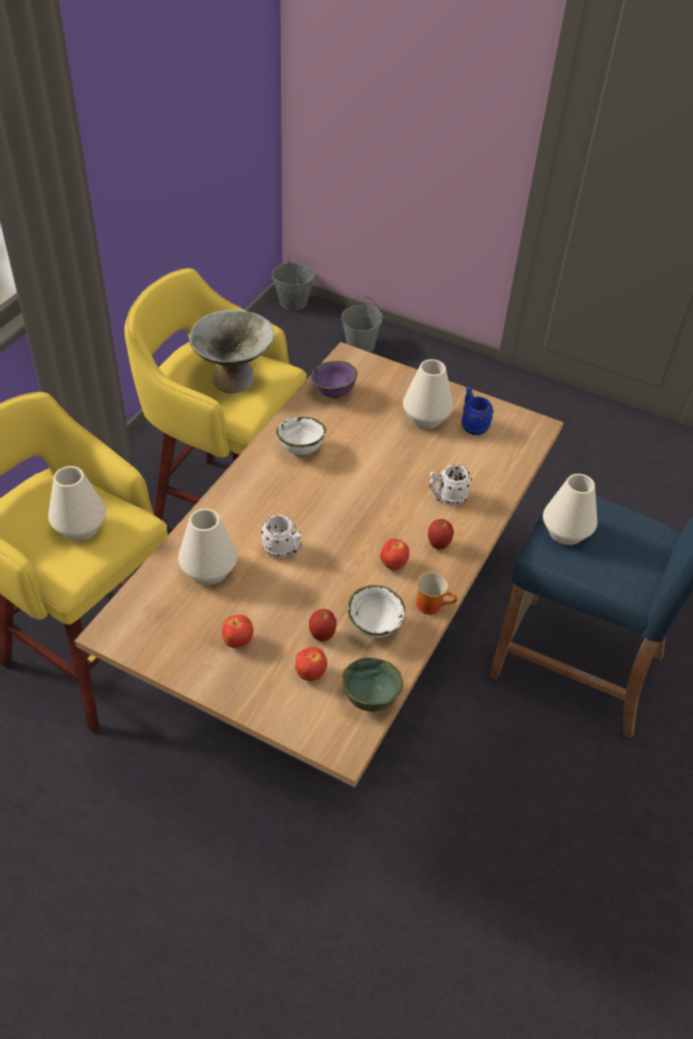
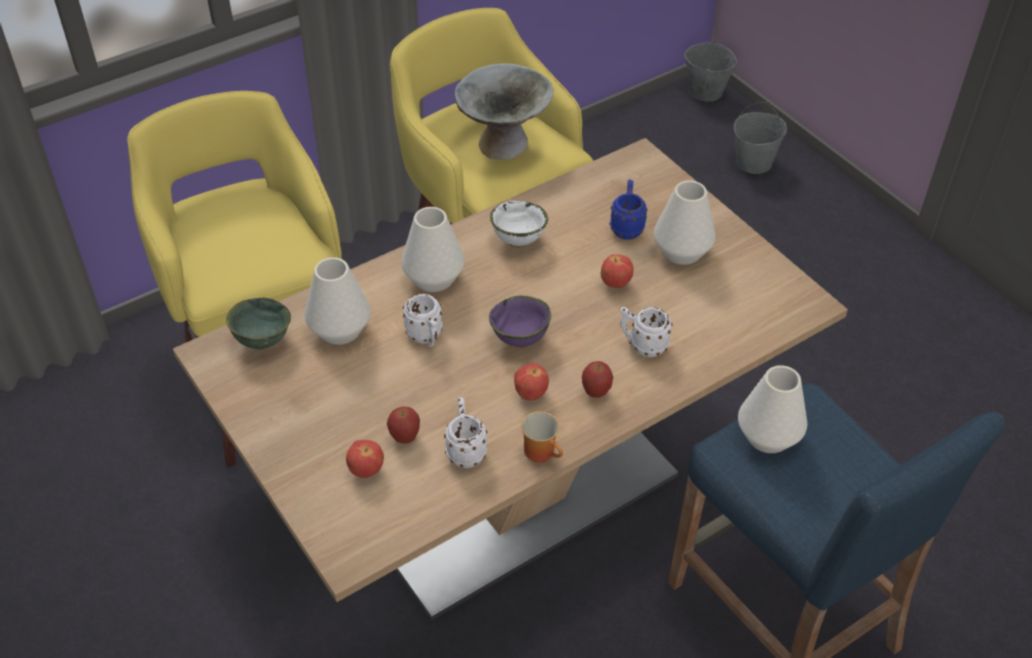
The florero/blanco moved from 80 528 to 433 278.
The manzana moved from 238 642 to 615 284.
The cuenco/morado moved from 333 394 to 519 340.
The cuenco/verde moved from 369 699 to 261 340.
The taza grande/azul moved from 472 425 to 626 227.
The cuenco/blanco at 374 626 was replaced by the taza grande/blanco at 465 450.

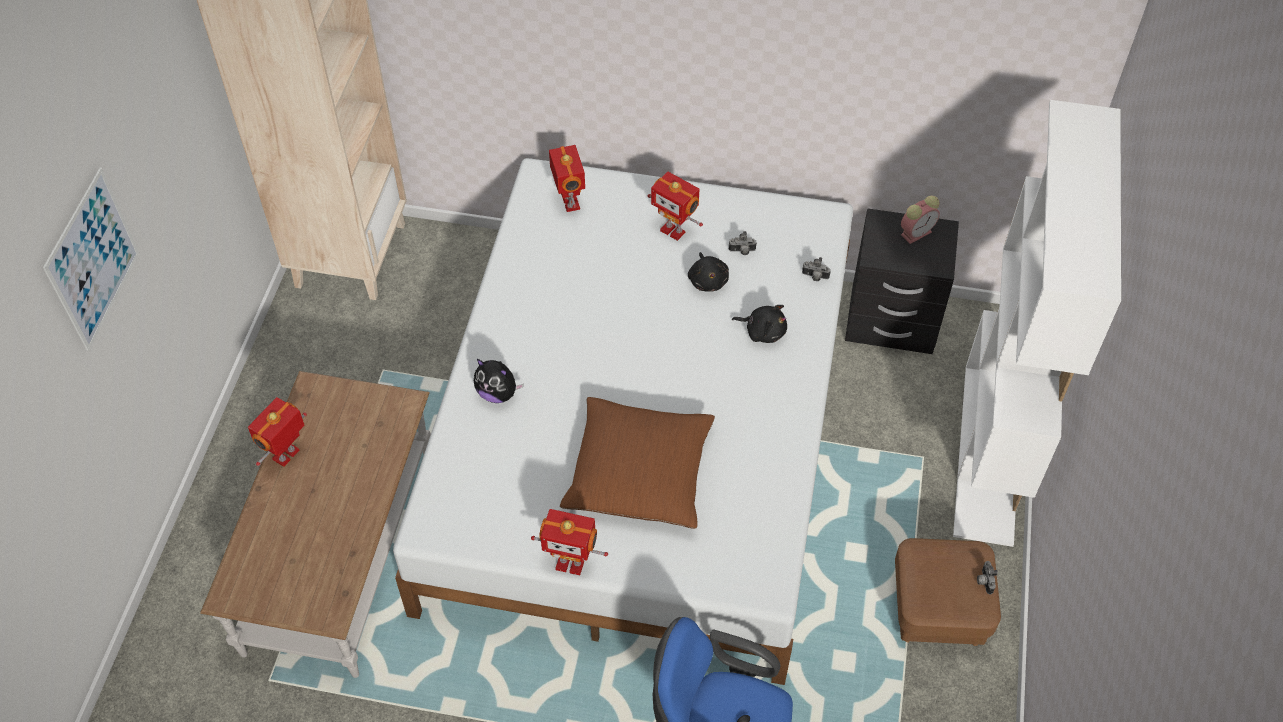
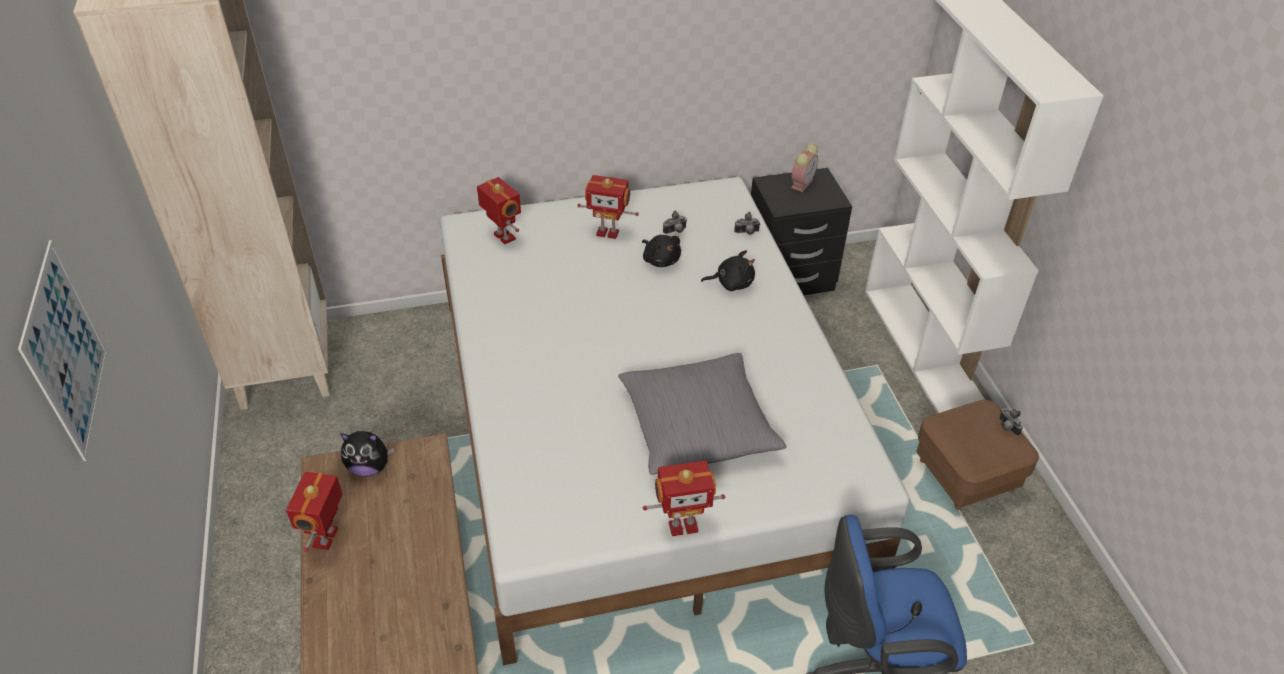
The peluche moved from 498 393 to 369 467.
The cojín/marrón at 639 473 became the cojín/gris at 697 425.

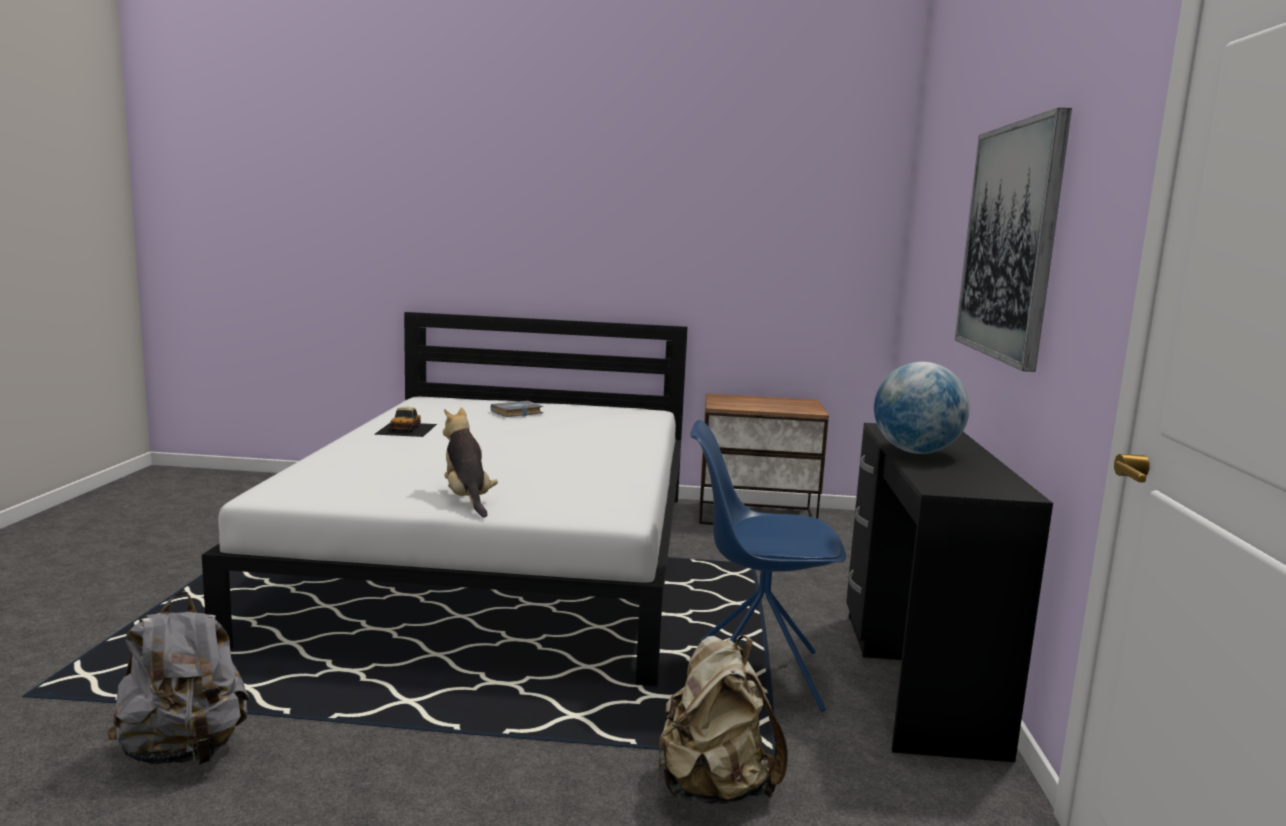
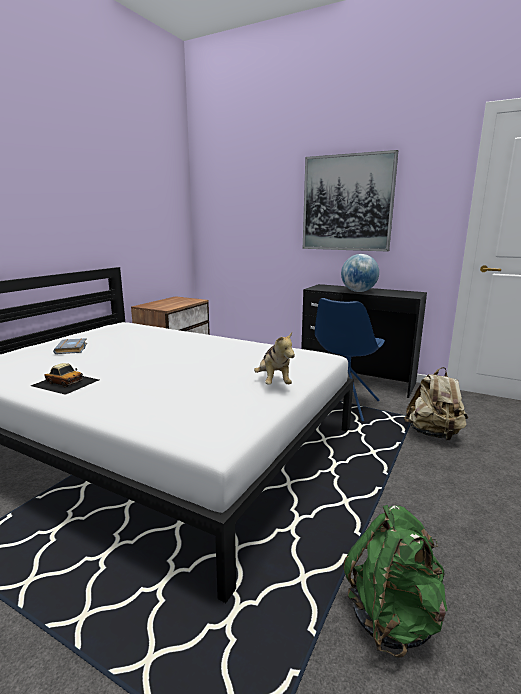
The mochila/gris at 185 751 became the mochila/verde at 393 616.
The peluche at 467 499 turned 105 degrees counterclockwise.

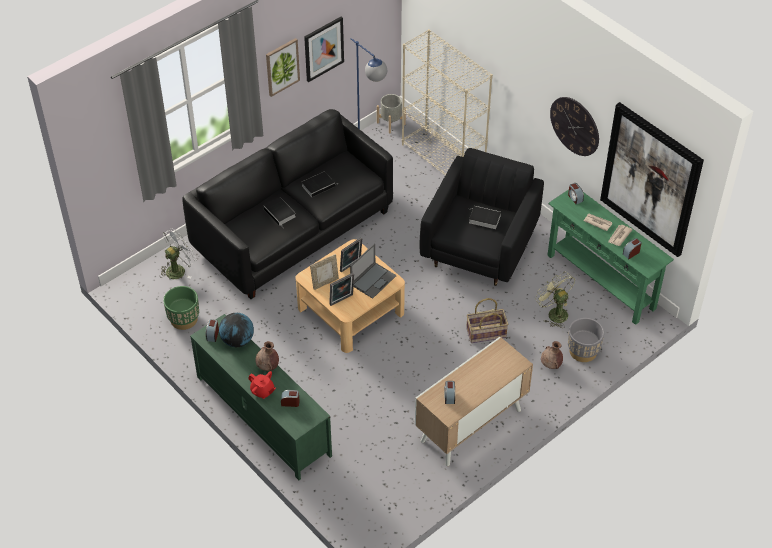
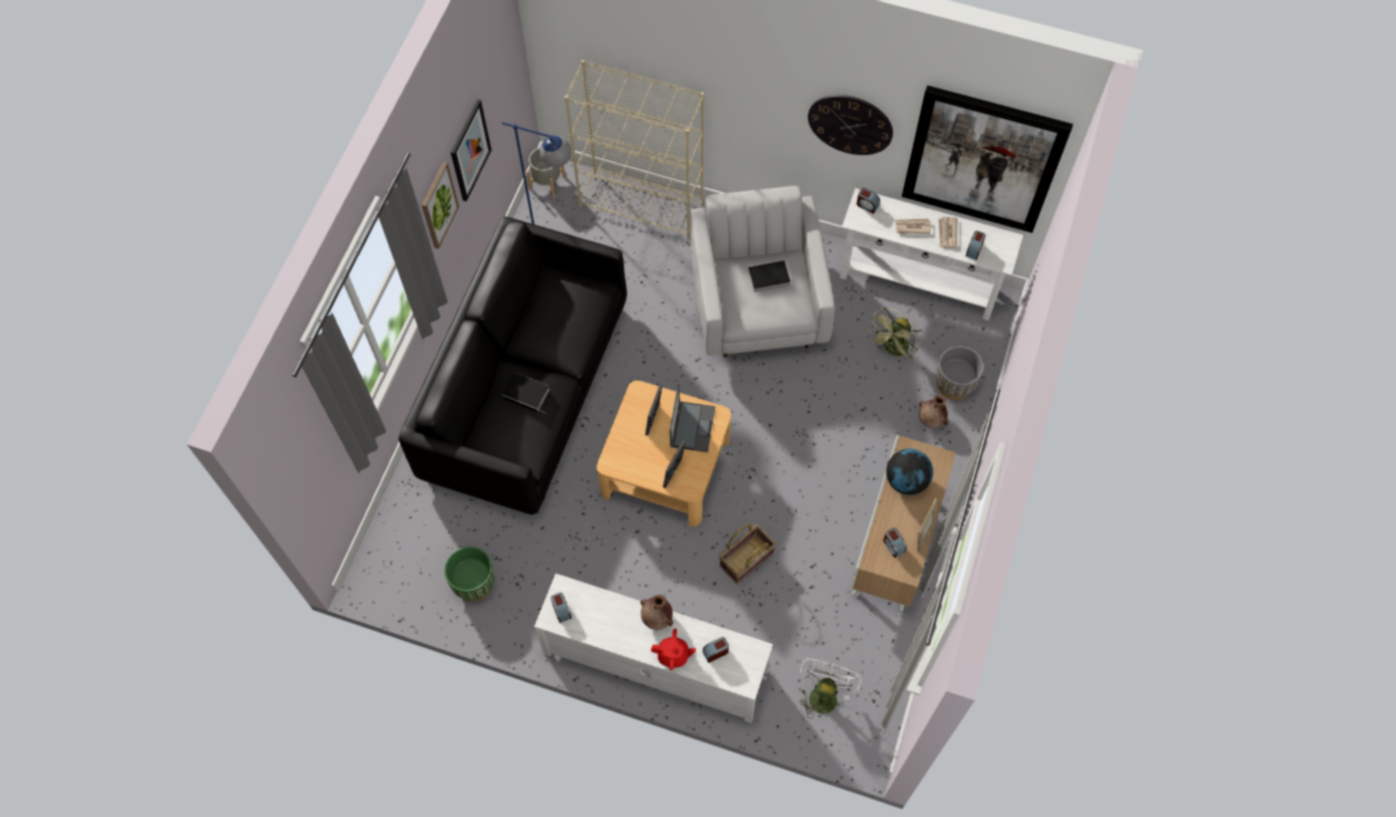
The libro at 319 185 disappeared.
The ventilador/blanco moved from 178 269 to 823 693.
The globo terráqueo moved from 237 340 to 906 480.
The portarretratos moved from 325 282 to 923 533.
The cesta moved from 486 333 to 747 560.
The mueble de televisión/verde at 262 415 became the mueble de televisión/blanco at 655 661.
The sillón/negro at 480 247 became the sillón/blanco at 758 304.
The mesa consola/verde at 601 281 became the mesa consola/blanco at 918 282.
The ventilador/verde at 554 313 turned 75 degrees counterclockwise.

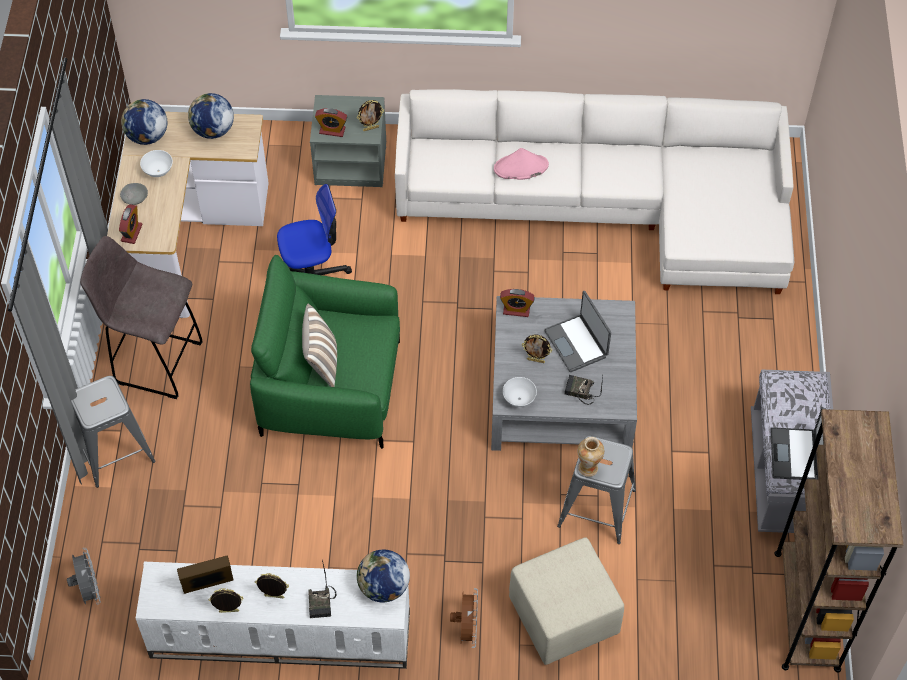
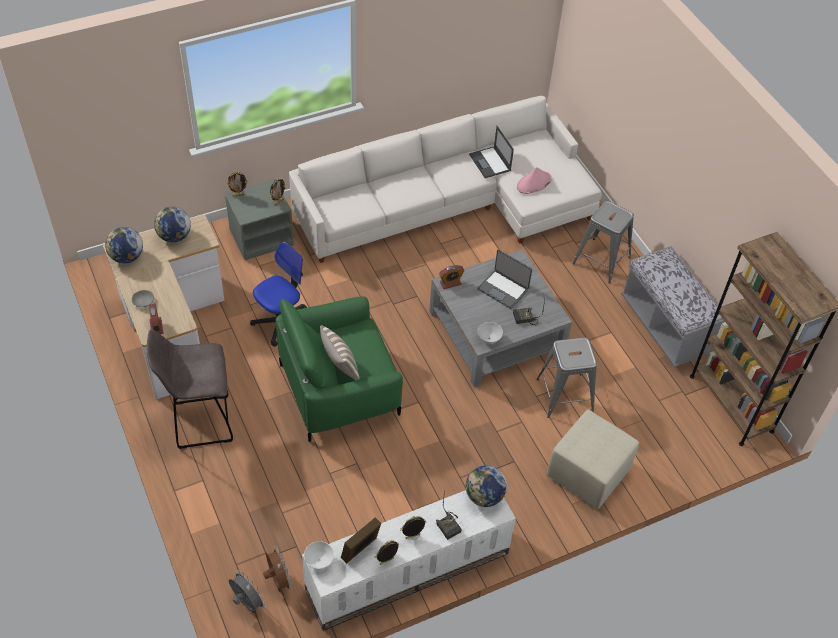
The despertador at 332 130 disappeared.
The florero at 588 468 disappeared.
The taburete/gris moved from 114 450 to 601 261.
The cuenco/blanco moved from 158 172 to 319 561.
The ventilador/marrón moved from 467 629 to 278 580.
The sombrero/rosa moved from 520 167 to 534 183.
The portarretratos moved from 536 360 to 238 195.
The portátil moved from 794 455 to 490 163.

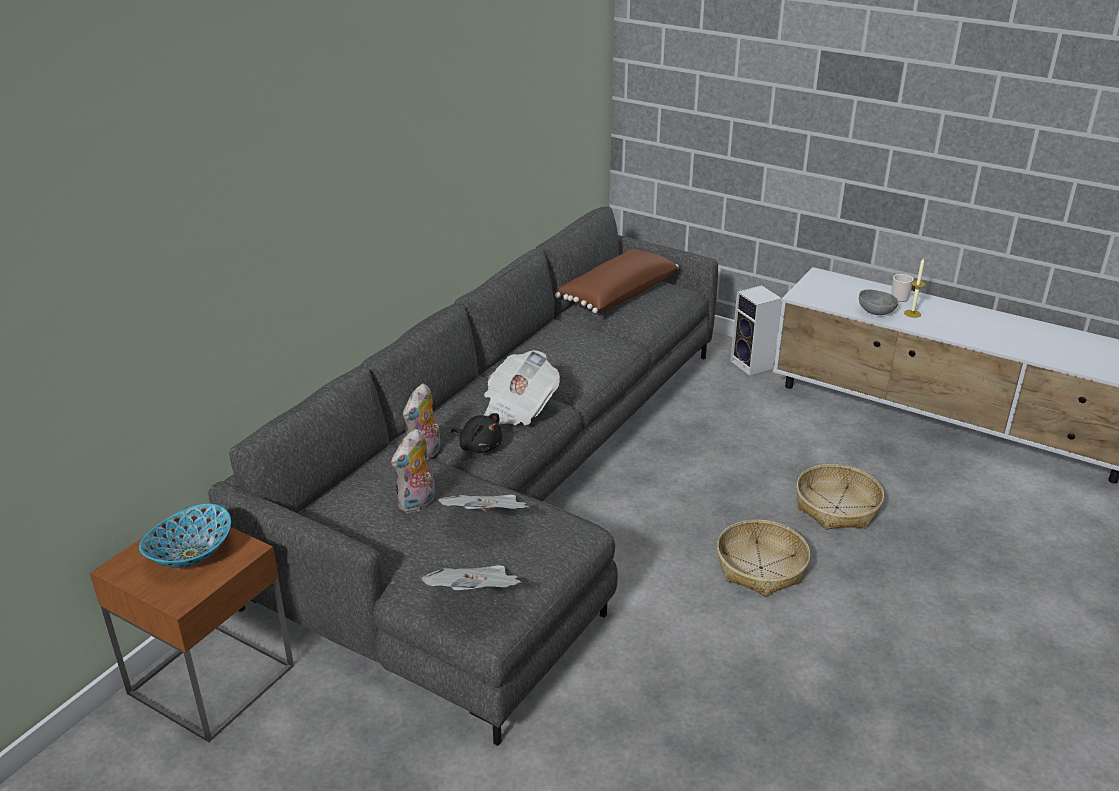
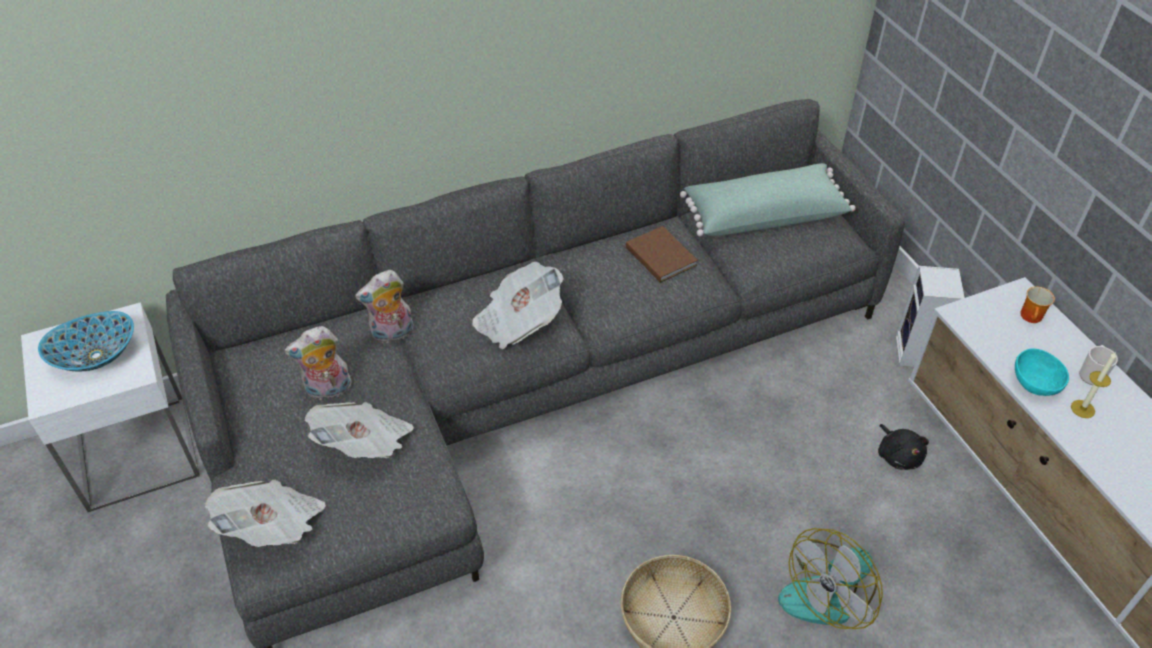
The libro/marrón at 660 255 appeared.
The taza grande at 1032 318 appeared.
The peluche/negro moved from 479 446 to 898 455.
The cesta at 837 507 was replaced by the ventilador at 829 592.
The mesa auxiliar/marrón at 211 679 became the mesa auxiliar/blanco at 137 452.
The cojín/marrón at 616 294 became the cojín/verde at 763 215.
The cuenco/gris at 876 311 became the cuenco/turquesa at 1036 383.

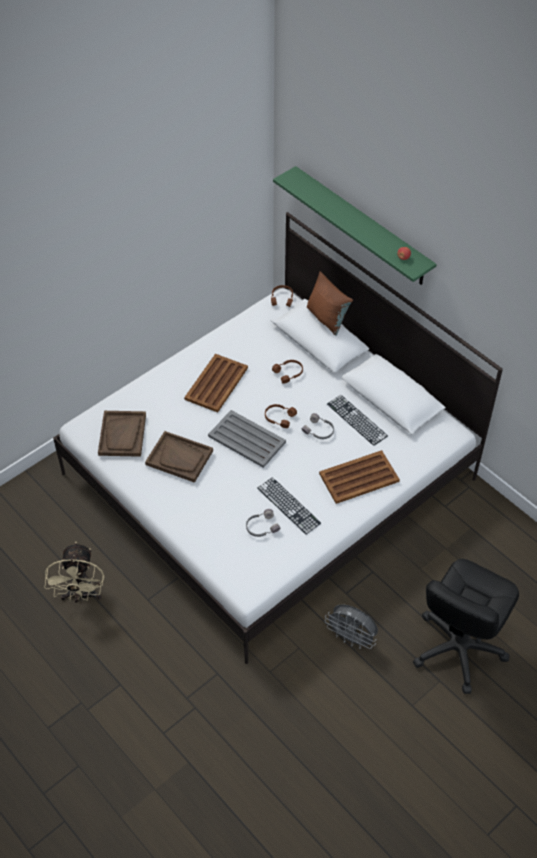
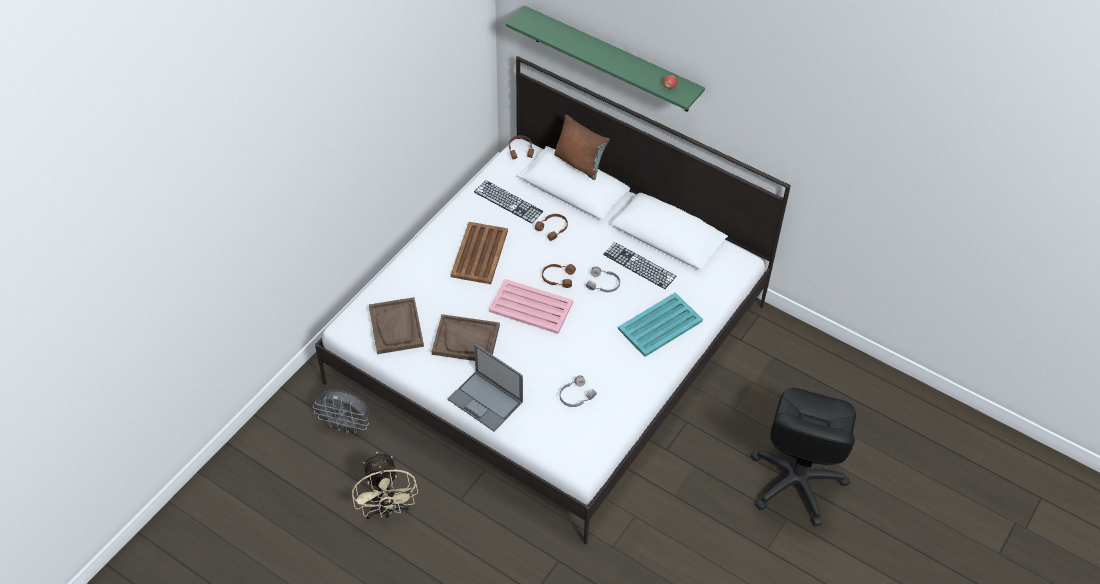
The portátil at 486 401 appeared.
The teclado moved from 288 505 to 508 202.
The ventilador/gris moved from 351 638 to 346 425.
The bandeja/gris at 247 440 became the bandeja/rosa at 531 307.
The bandeja/marrón at 359 477 became the bandeja/turquesa at 661 325.

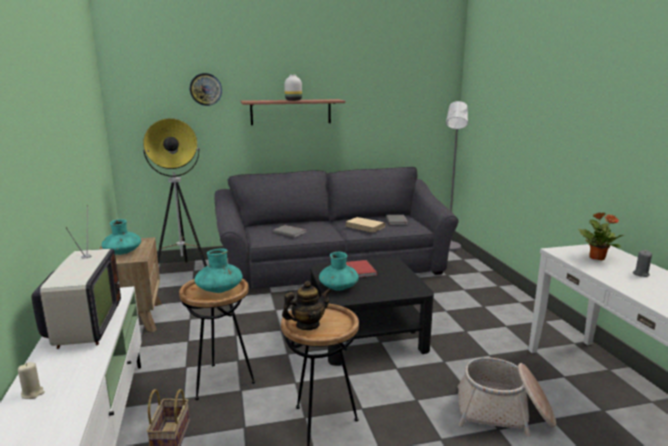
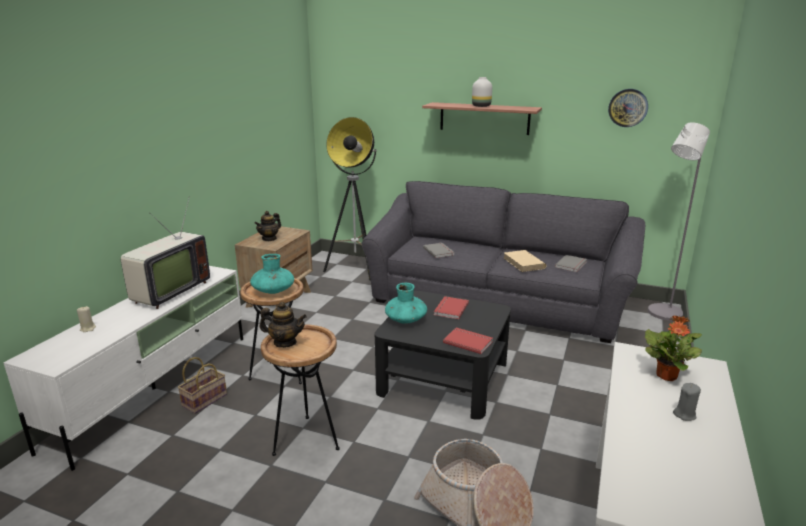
The libro/rojo at 468 341 appeared.
The reloj de pared moved from 206 89 to 628 108.
The florero/turquesa at 122 252 was replaced by the tetera at 269 238.

